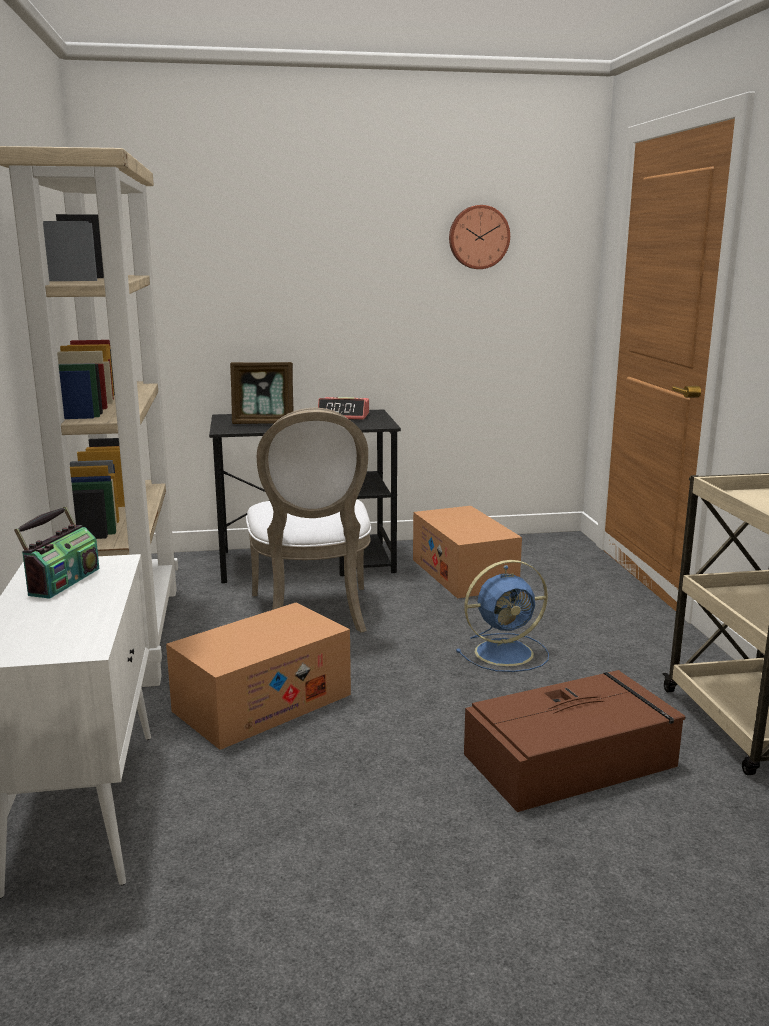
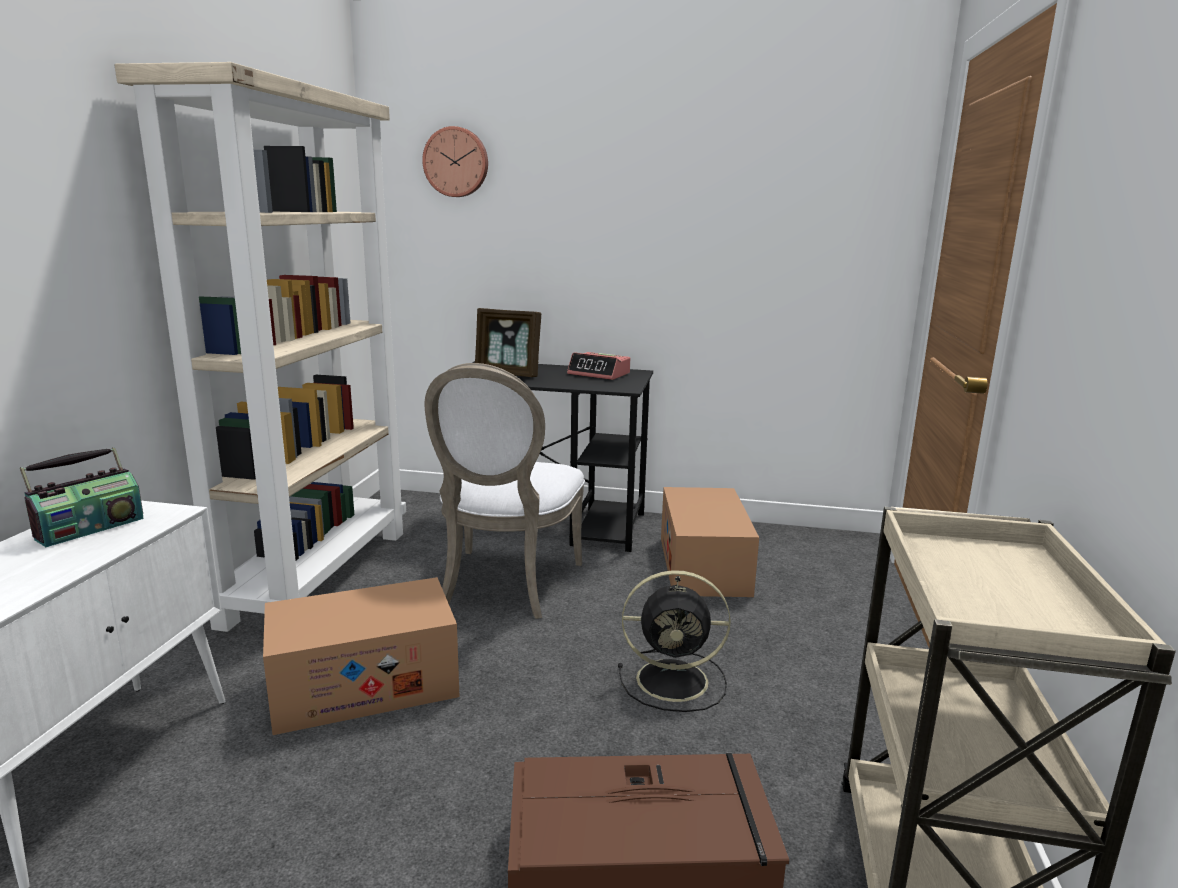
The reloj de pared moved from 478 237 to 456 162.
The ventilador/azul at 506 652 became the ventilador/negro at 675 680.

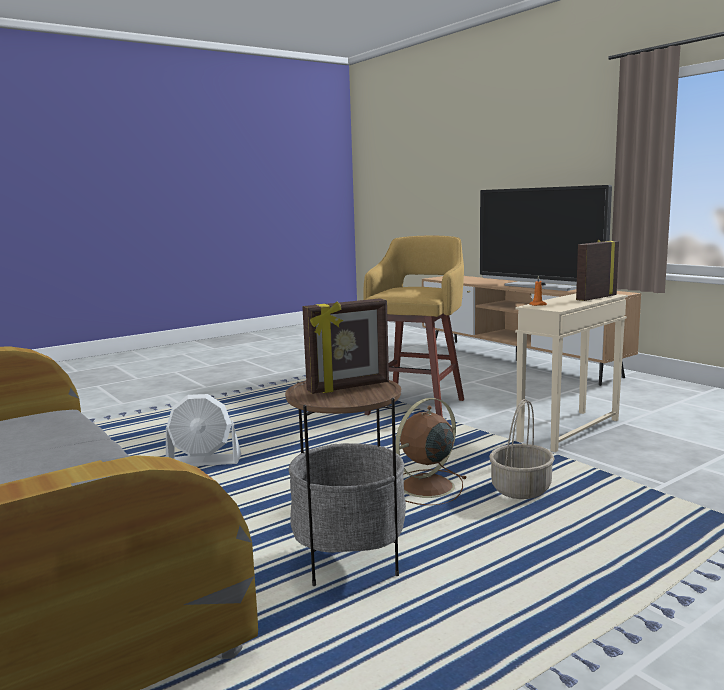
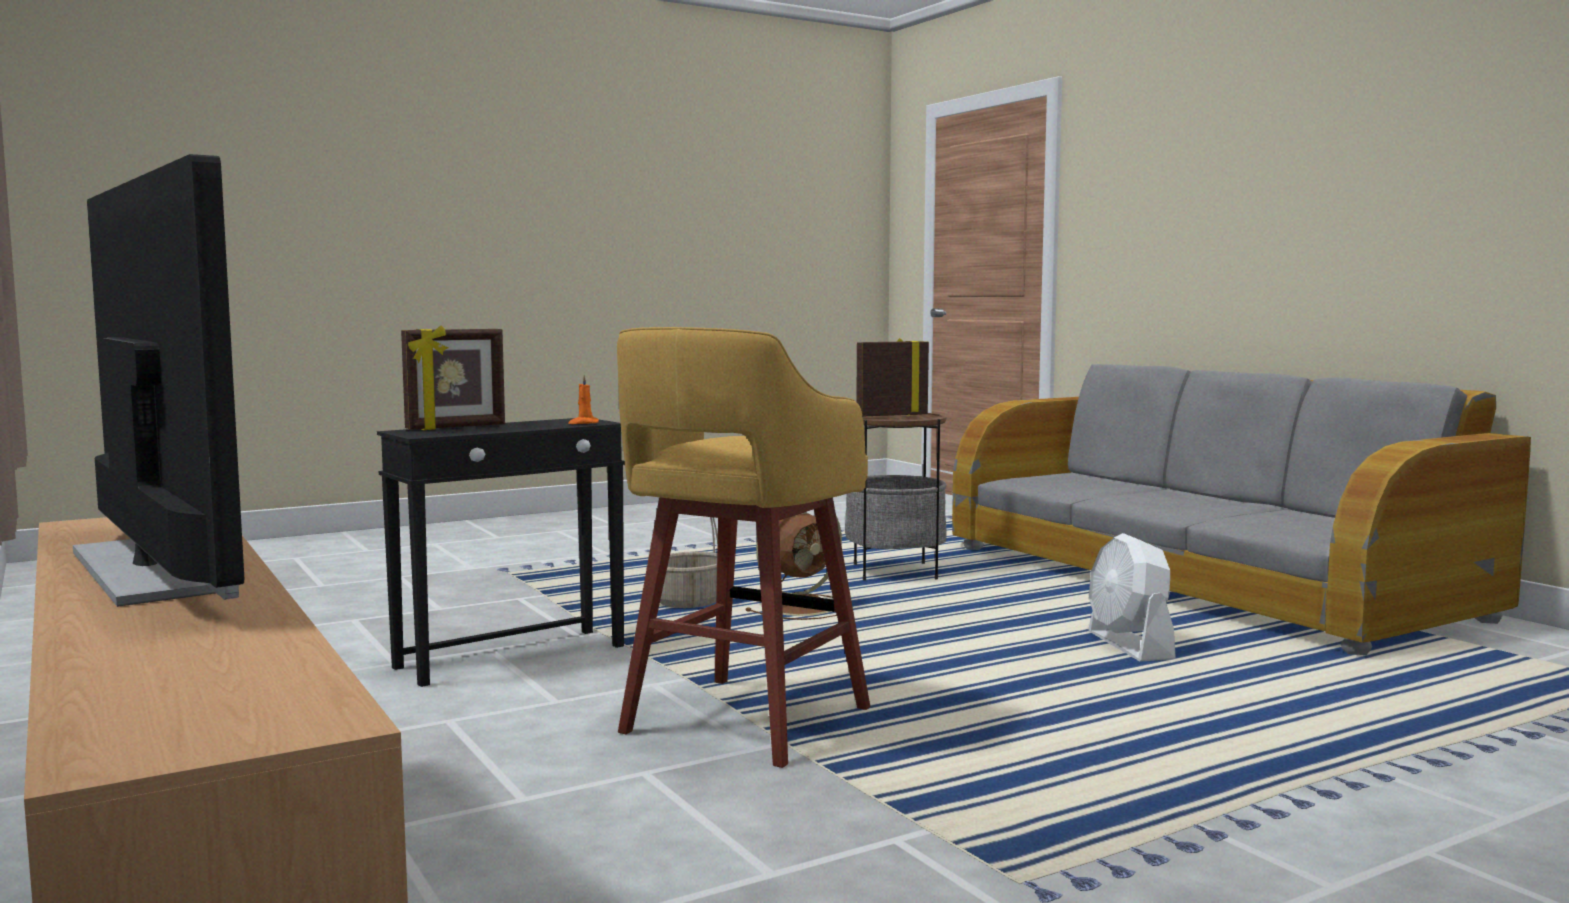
The mesa auxiliar/beis at 568 430 became the mesa auxiliar/negro at 513 656.
The ventilador/blanco at 204 461 turned 105 degrees counterclockwise.

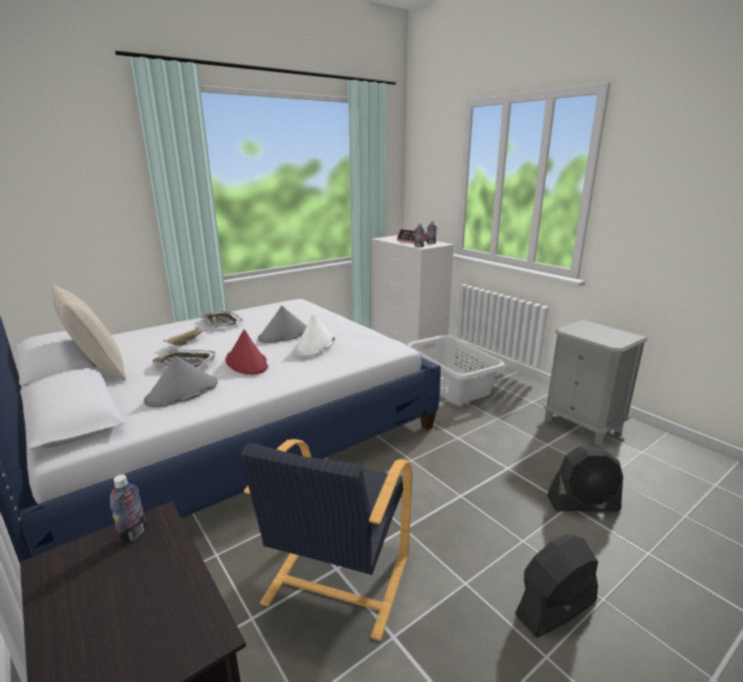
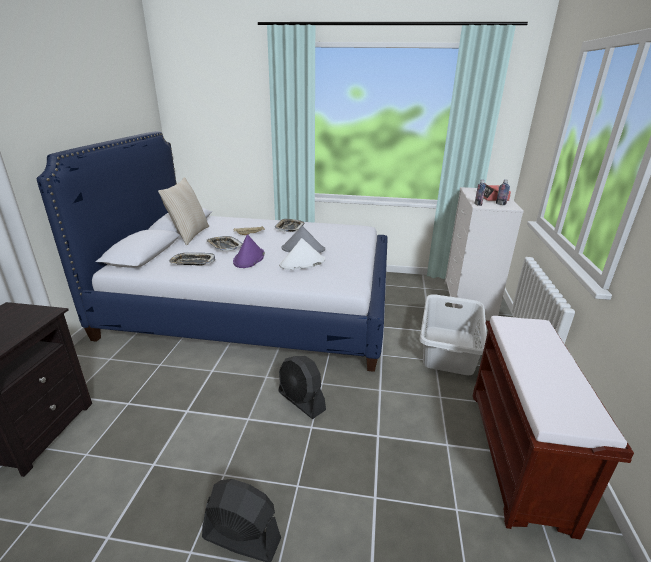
The botella at 133 534 disappeared.
The sillón/negro at 336 580 disappeared.
The ventilador/negro moved from 583 503 to 301 401.
The sombrero/gris at 182 392 was replaced by the bandeja at 192 262.
The mesita de noche/gris at 582 425 was replaced by the banco/marrón at 518 455.
The sombrero/rojo at 247 363 became the sombrero/morado at 249 258.

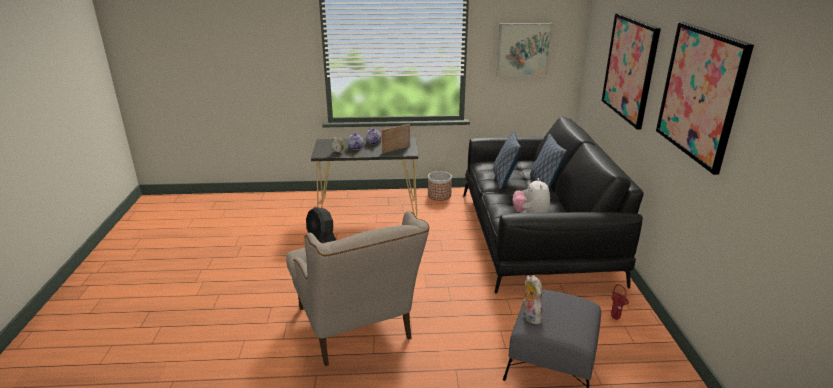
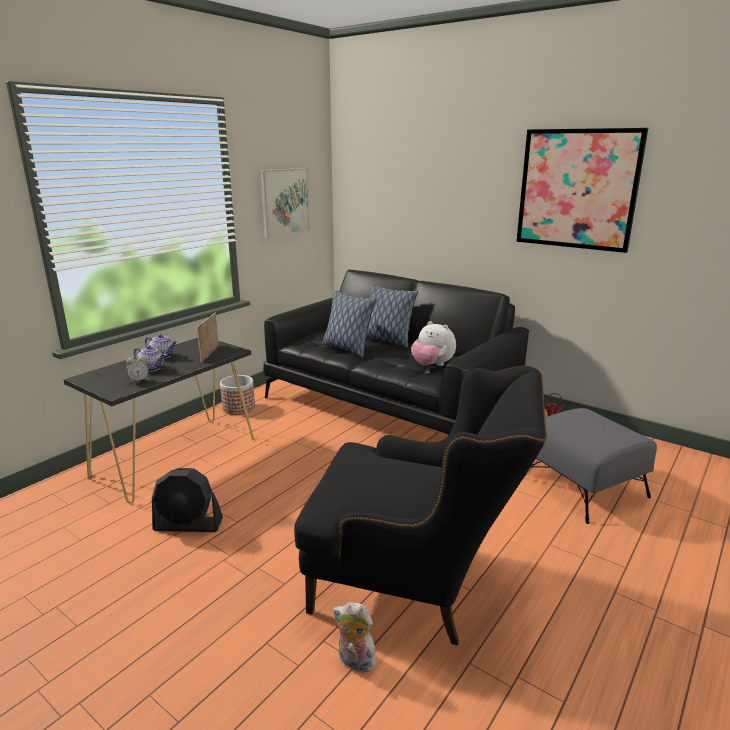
The cuadro at 629 68 disappeared.
The peluche moved from 529 316 to 354 662.
The sillón/beis at 357 331 became the sillón/negro at 415 582.

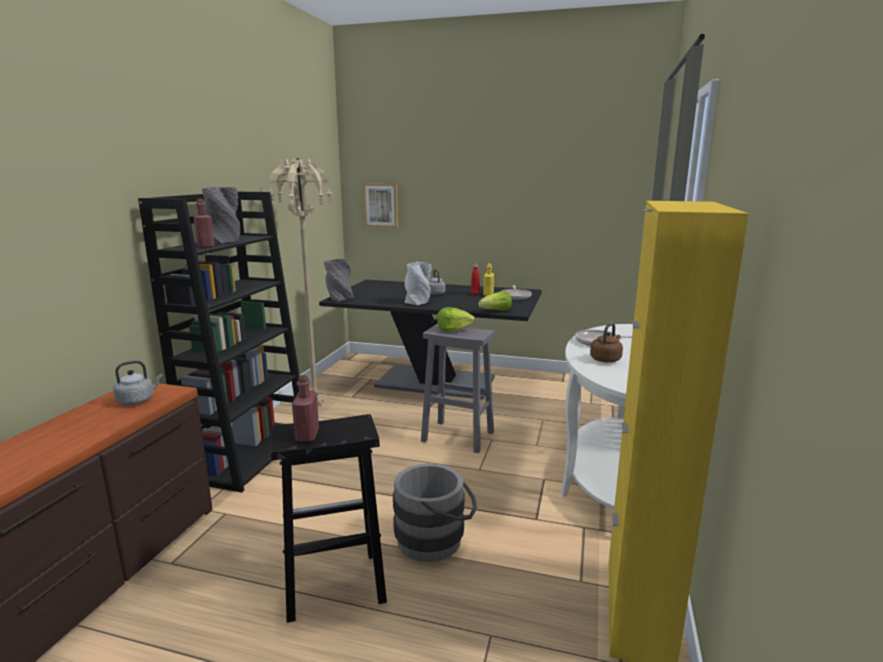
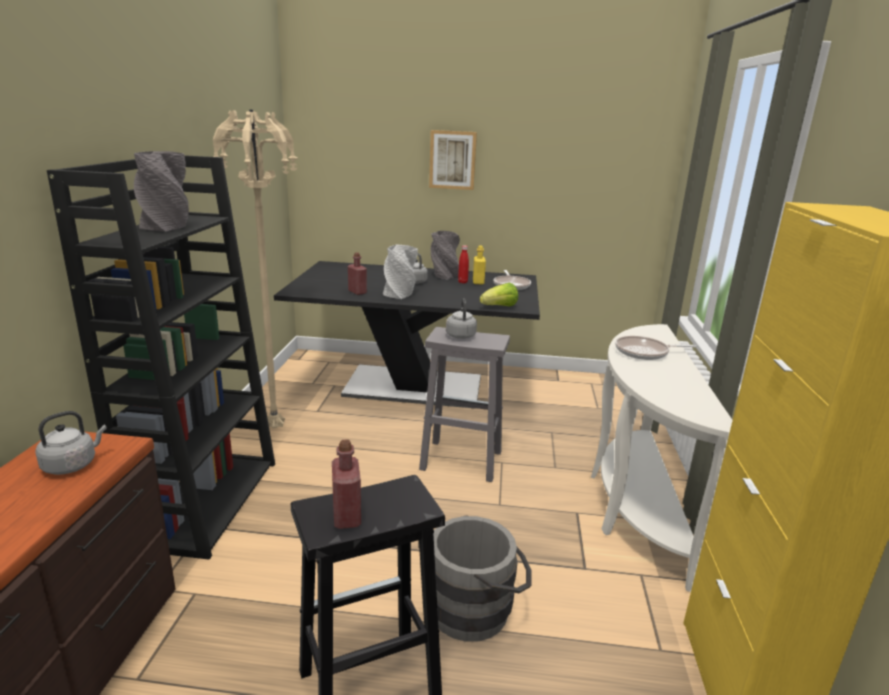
The hervidor/marrón at 606 359 disappeared.
The botella/rojo moved from 205 246 to 357 292.
The florero/gris moved from 339 298 to 444 276.
The cuadro moved from 381 205 to 452 160.
The lechuga at 453 329 was replaced by the hervidor/gris at 460 335.

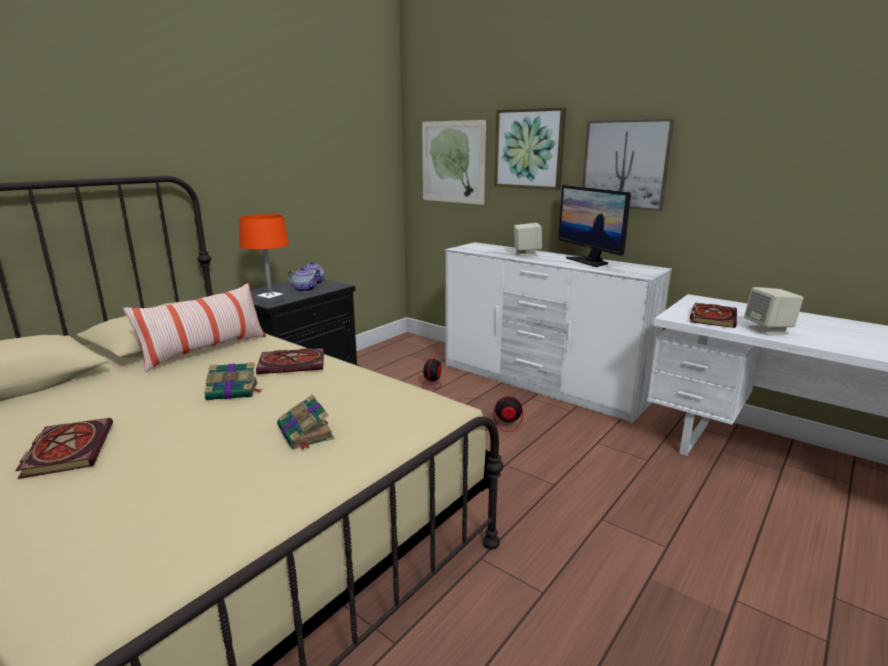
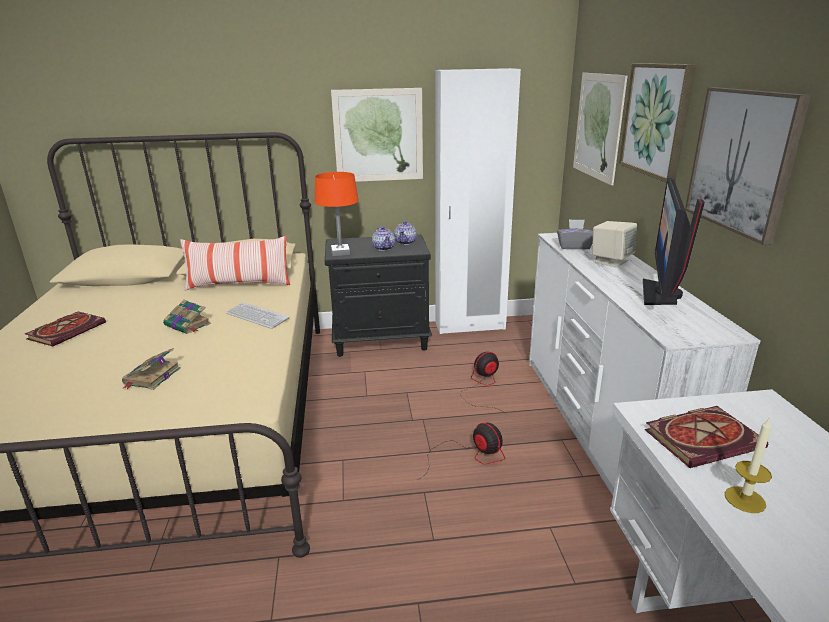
The cuadro at 378 135 appeared.
The armario ropero/blanco at 470 326 appeared.
The caja de pañuelos/gris at 574 246 appeared.
The libro at 294 363 was replaced by the teclado at 257 316.
The altavoz/beis at 768 330 was replaced by the vela at 745 499.

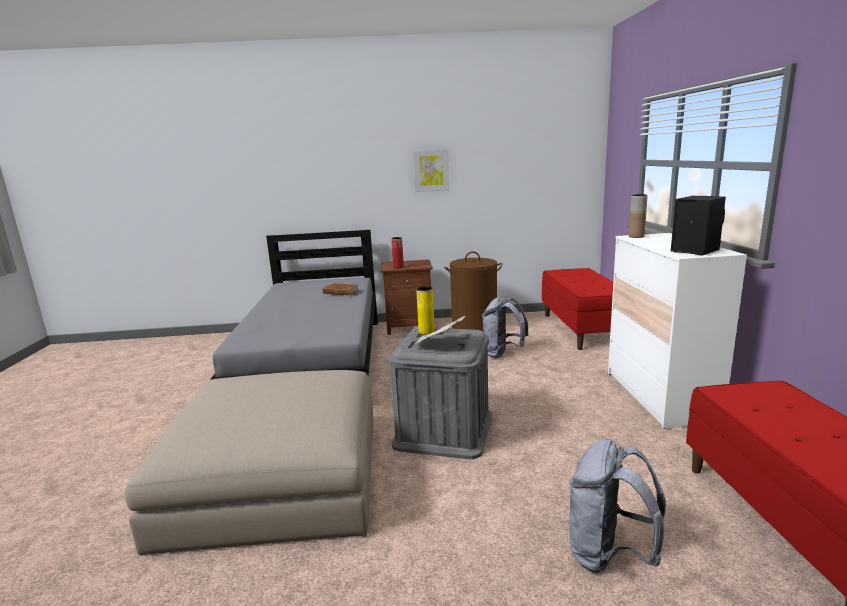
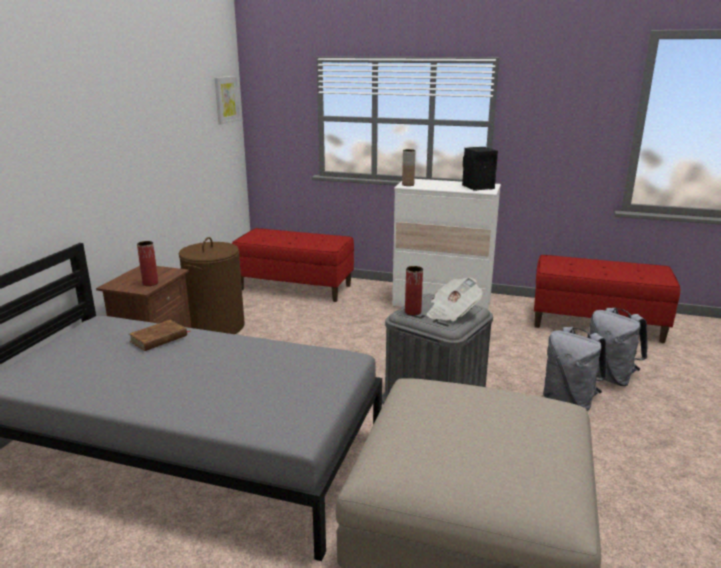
The cuadro moved from 431 170 to 226 99.
The mochila/gris moved from 503 354 to 569 401.
The florero/amarillo at 426 332 became the florero/rojo at 413 312.

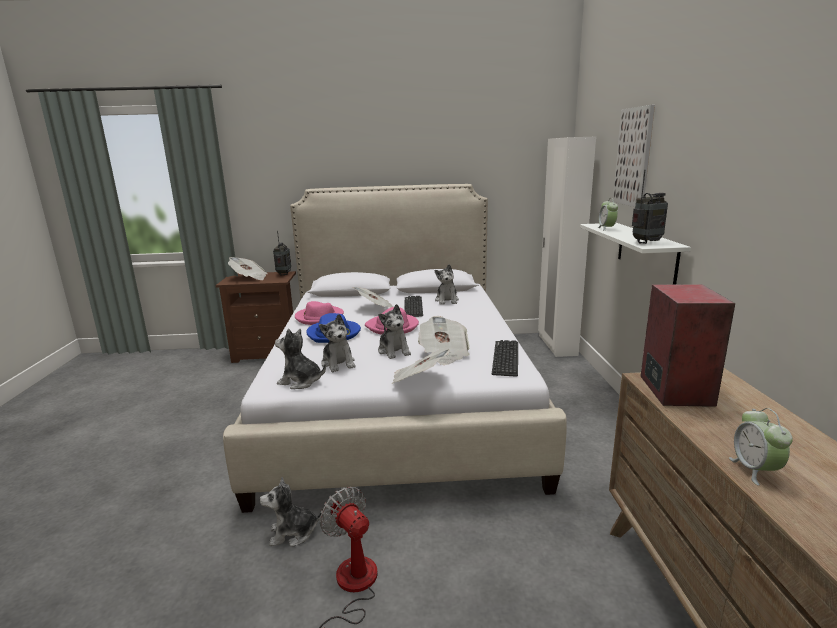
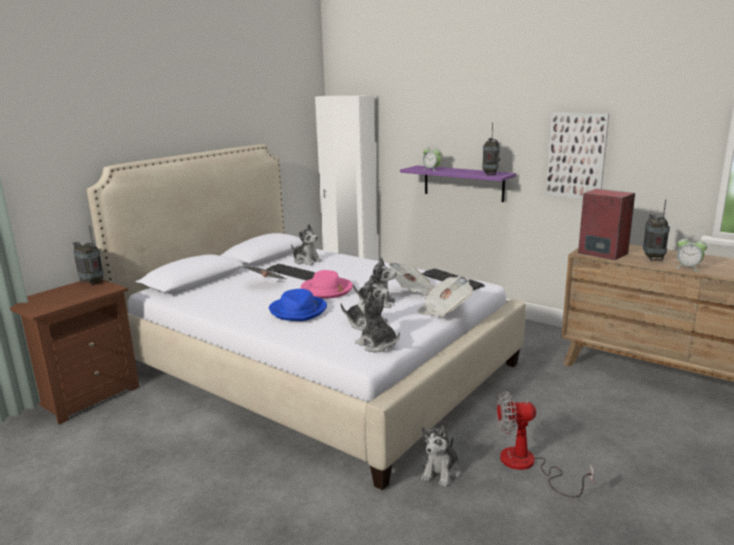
The periódico at 249 278 disappeared.
The sombrero/rosa at 319 317 disappeared.
The radio at 653 259 appeared.
The cuadro moved from 633 157 to 576 156.
The estante/blanco at 646 252 became the estante/morado at 463 183.
The peluche at 301 381 turned 75 degrees clockwise.

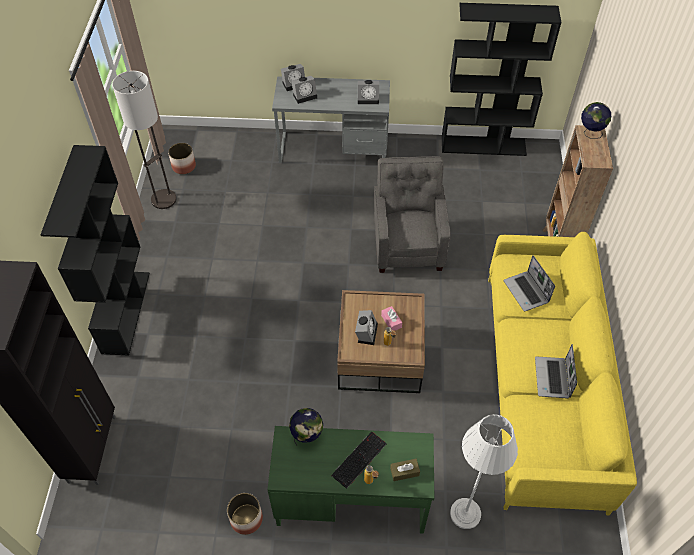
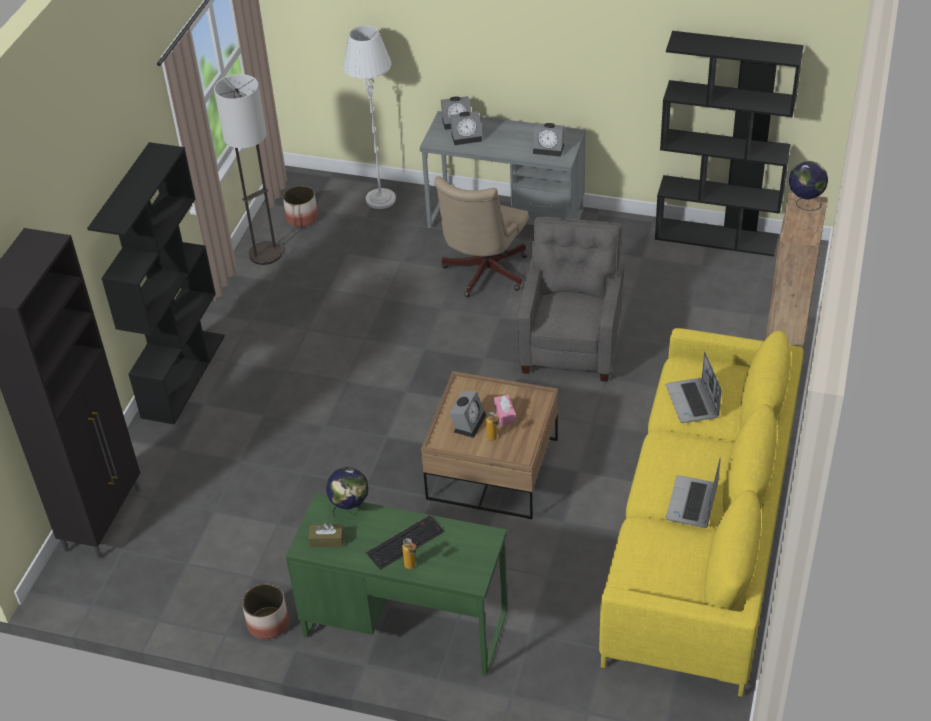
The silla de oficina/beis at 482 274 appeared.
The caja de pañuelos/marrón moved from 404 472 to 327 540.
The lámpara de pie/blanco moved from 465 514 to 380 199.

